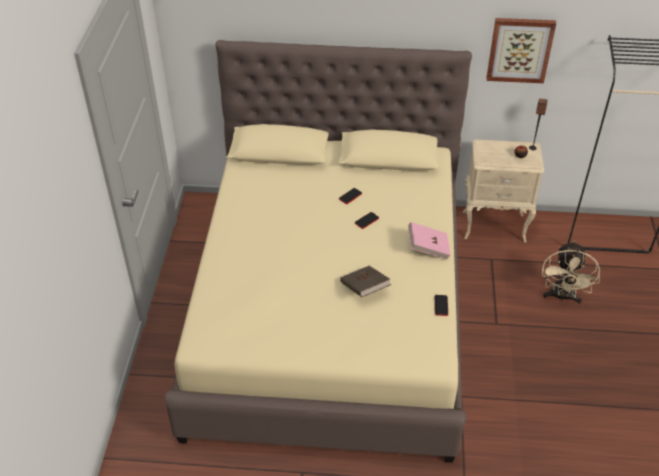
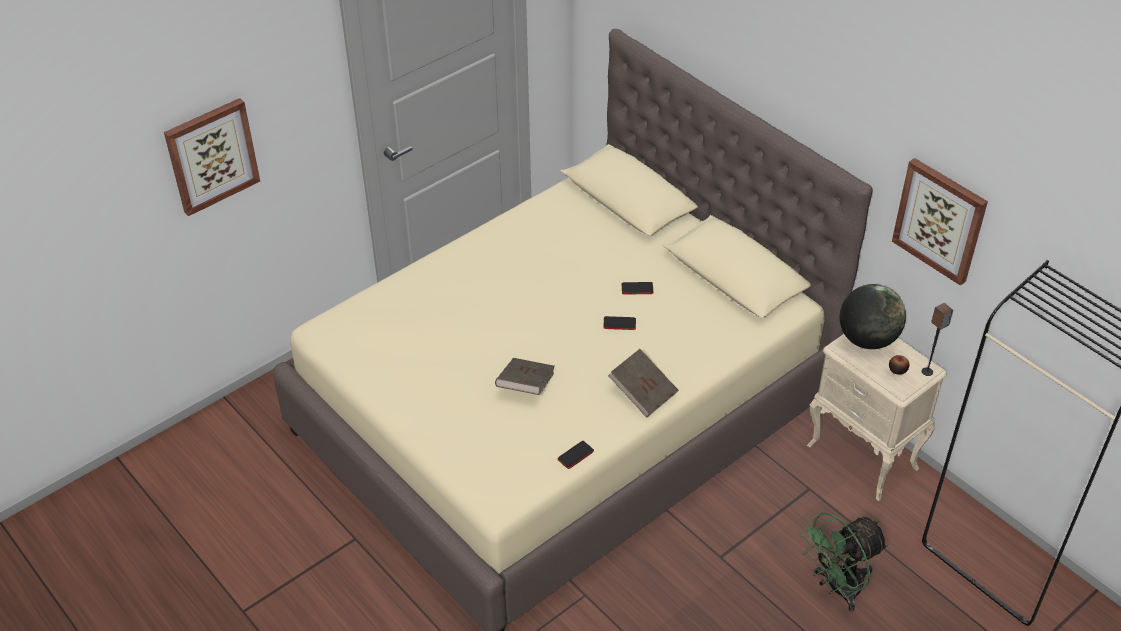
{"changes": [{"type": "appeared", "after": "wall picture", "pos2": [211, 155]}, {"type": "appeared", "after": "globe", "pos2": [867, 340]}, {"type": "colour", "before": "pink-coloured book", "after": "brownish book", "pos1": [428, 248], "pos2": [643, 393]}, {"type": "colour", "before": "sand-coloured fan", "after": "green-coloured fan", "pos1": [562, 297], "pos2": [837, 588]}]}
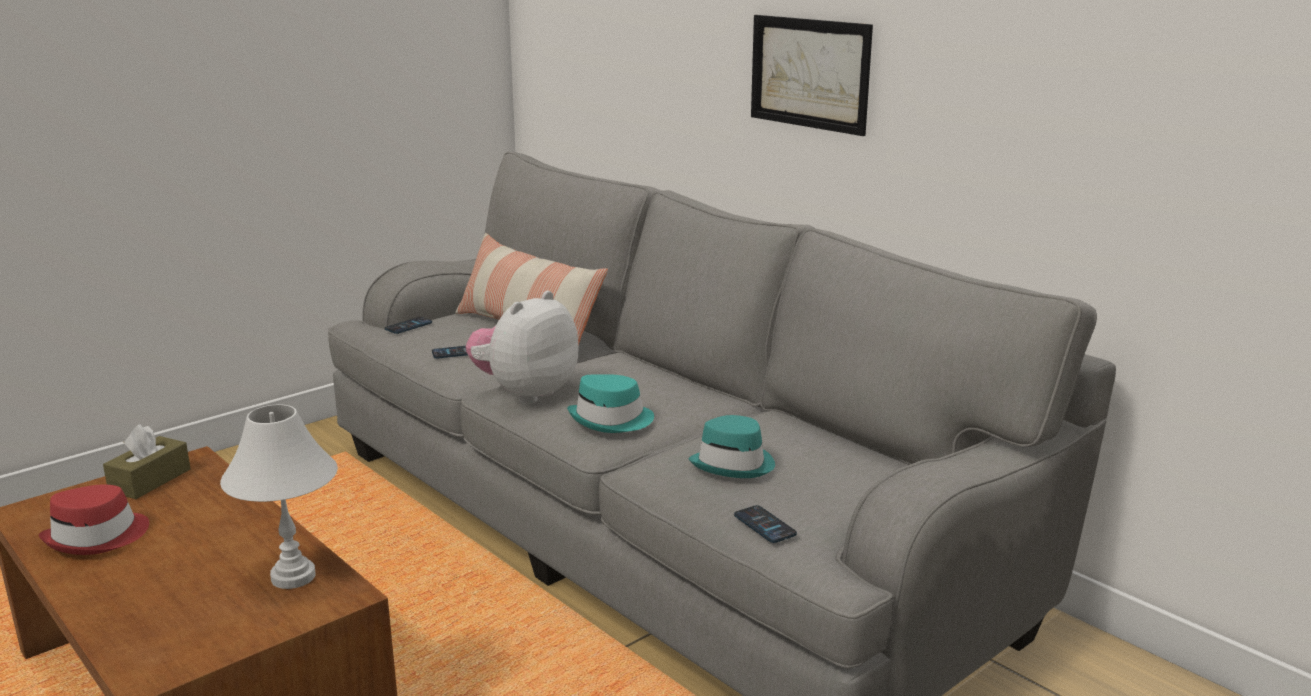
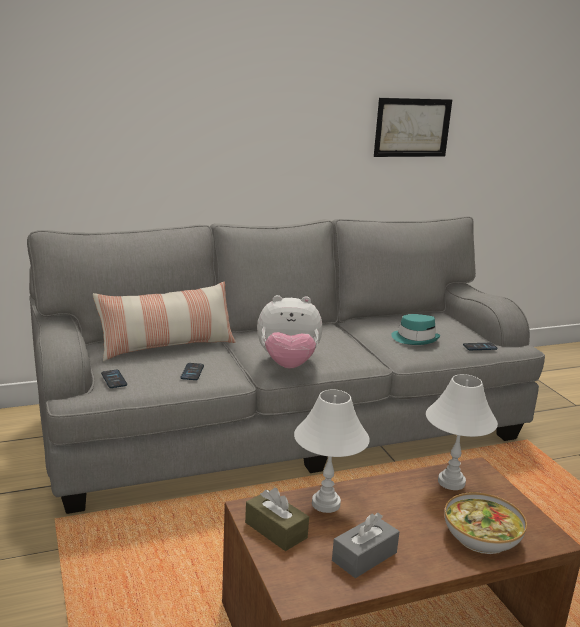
{"changes": [{"type": "missing", "before": "turquoise hat", "pos1": [612, 420]}, {"type": "appeared", "after": "whitish table lamp", "pos2": [325, 504]}, {"type": "appeared", "after": "bowl", "pos2": [482, 537]}, {"type": "relocated", "before": "wall picture", "pos1": [809, 73], "pos2": [412, 127]}, {"type": "exchanged", "before": "reddish hat", "after": "grey tissue box", "pos1": [98, 537], "pos2": [364, 556]}, {"type": "spun", "before": "soft toy", "pos1": [525, 393], "pos2": [288, 364], "turn": -60}]}
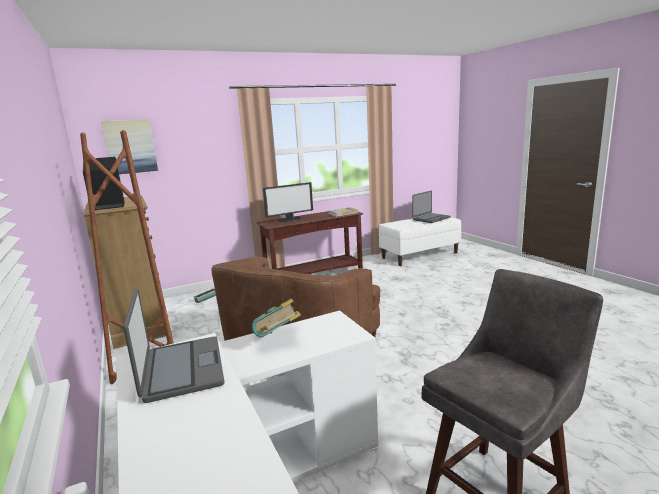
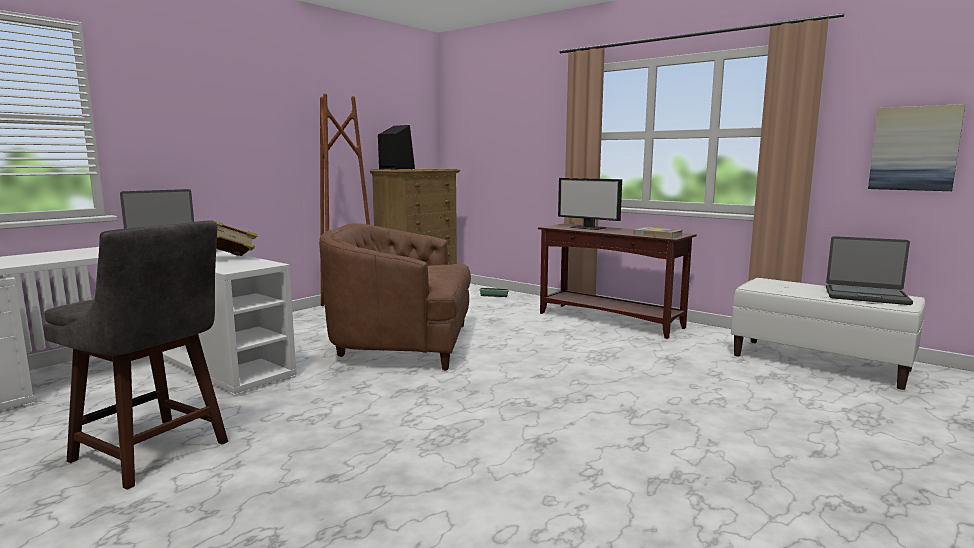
{"changes": [{"type": "relocated", "before": "wall picture", "pos1": [130, 146], "pos2": [914, 148]}]}
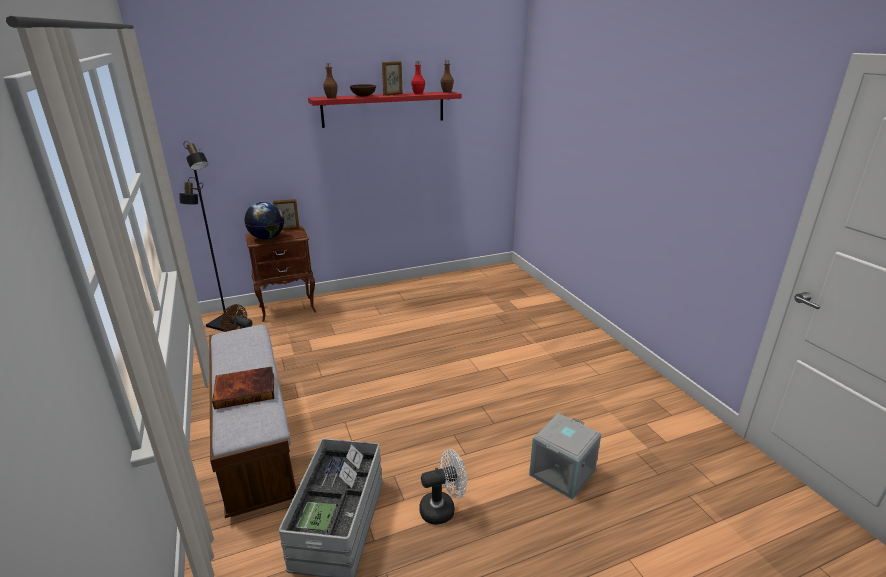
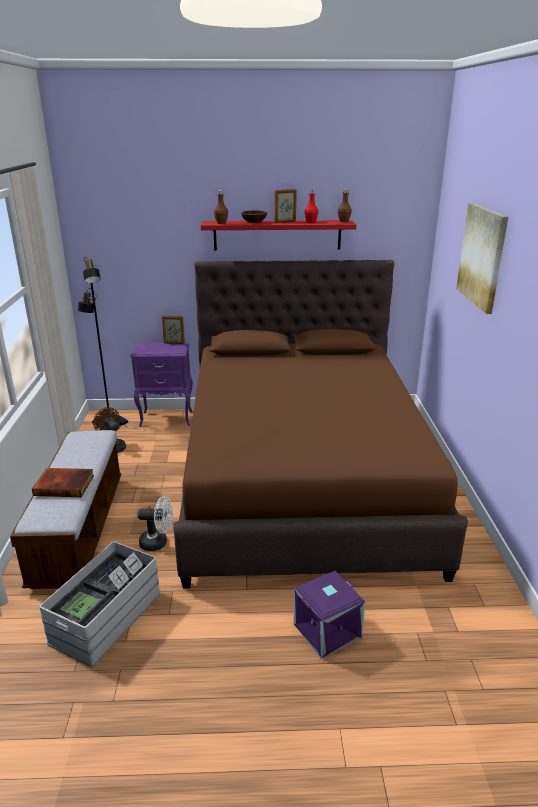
{"changes": [{"type": "missing", "before": "globe", "pos1": [267, 238]}, {"type": "appeared", "after": "brownish sleeping bed", "pos2": [302, 477]}, {"type": "appeared", "after": "wall picture", "pos2": [482, 256]}, {"type": "relocated", "before": "whitish fan", "pos1": [443, 508], "pos2": [158, 543]}, {"type": "colour", "before": "brownish bedside table", "after": "purple bedside table", "pos1": [288, 309], "pos2": [166, 418]}, {"type": "colour", "before": "grey storage bin", "after": "purple storage bin", "pos1": [563, 473], "pos2": [327, 632]}]}
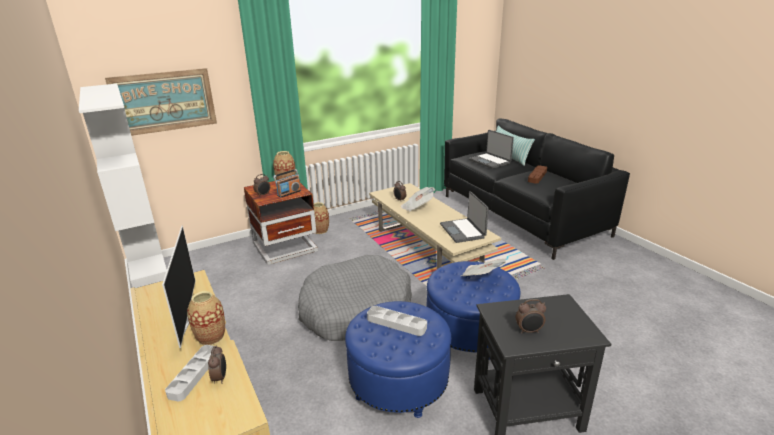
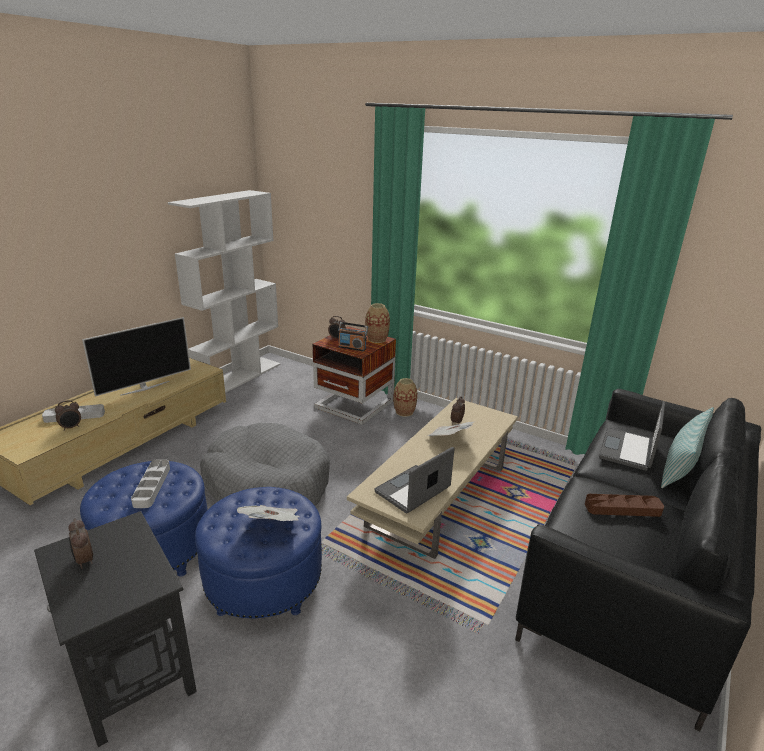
{"changes": [{"type": "missing", "before": "wall picture", "pos1": [164, 101]}, {"type": "missing", "before": "vase", "pos1": [211, 337]}]}
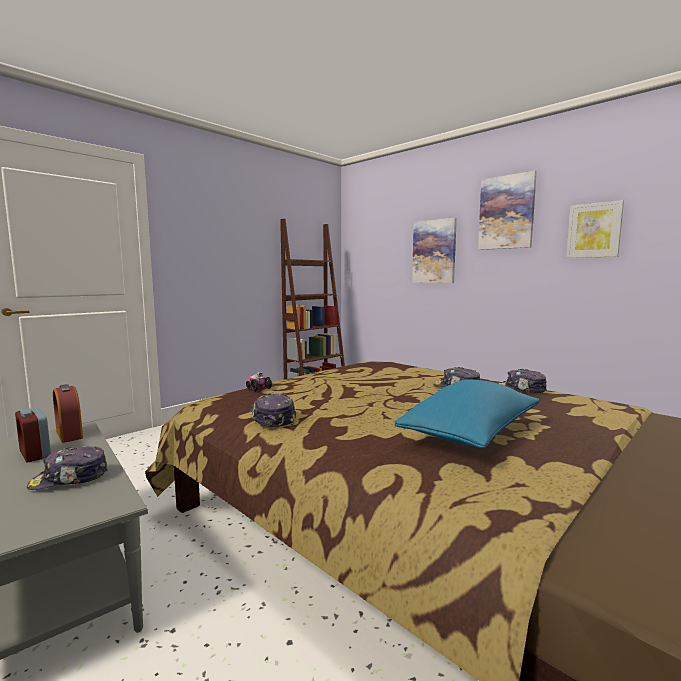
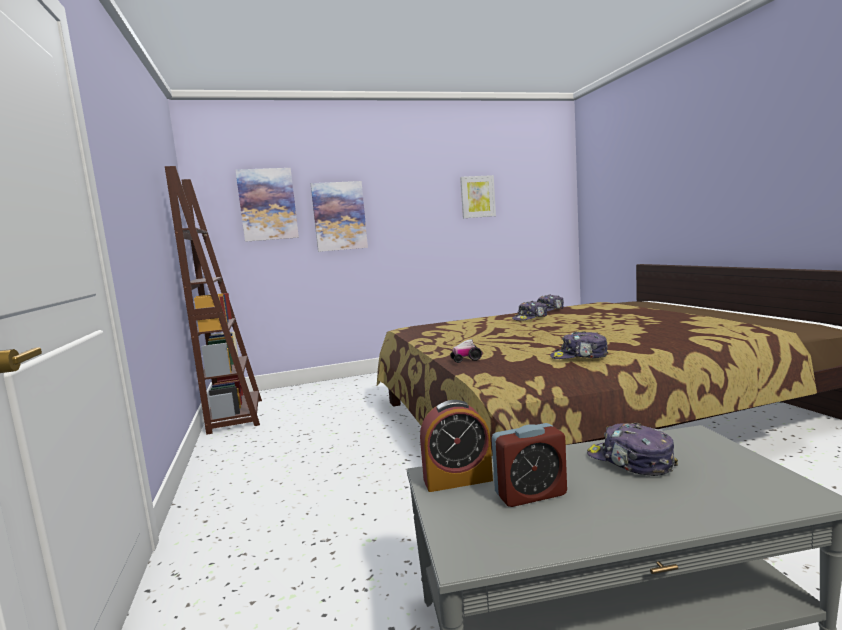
{"changes": [{"type": "missing", "before": "blue-coloured cushion", "pos1": [471, 434]}, {"type": "relocated", "before": "wall picture", "pos1": [506, 212], "pos2": [267, 204]}, {"type": "spun", "before": "baseball cap", "pos1": [69, 479], "pos2": [630, 461], "turn": 135}]}
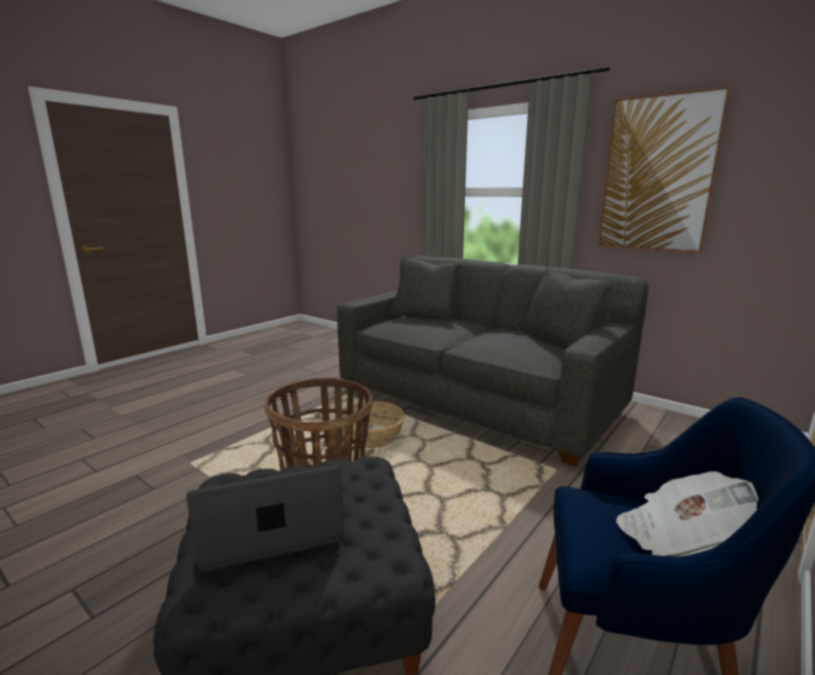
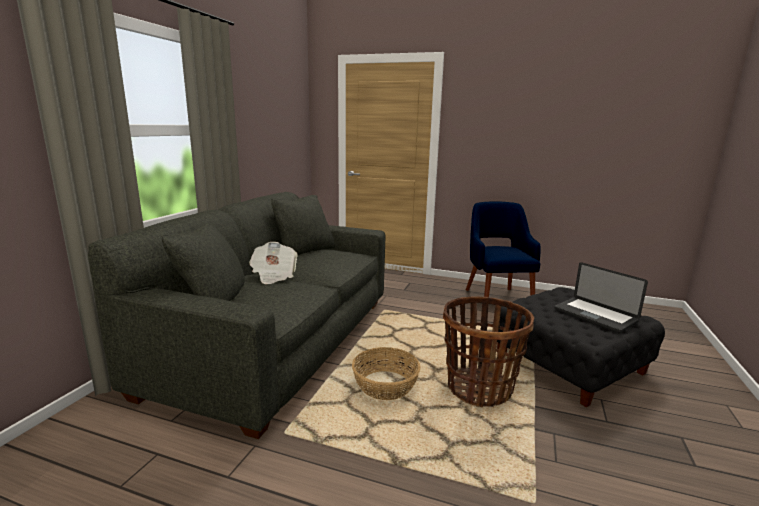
{"changes": [{"type": "missing", "before": "wall picture", "pos1": [658, 175]}, {"type": "relocated", "before": "daily paper", "pos1": [679, 538], "pos2": [274, 275]}]}
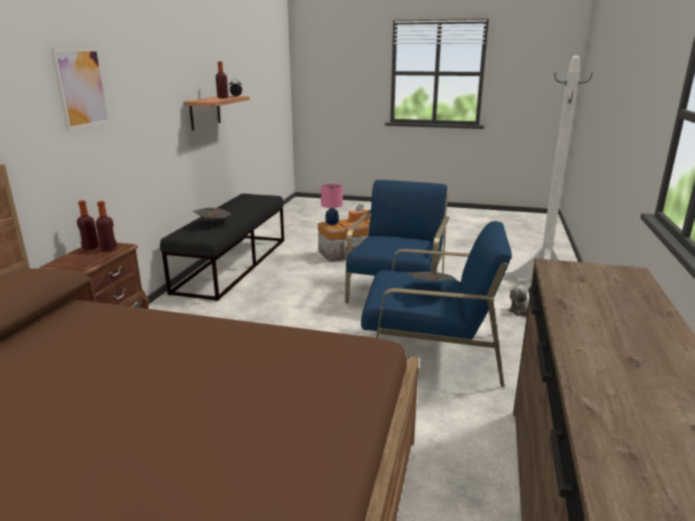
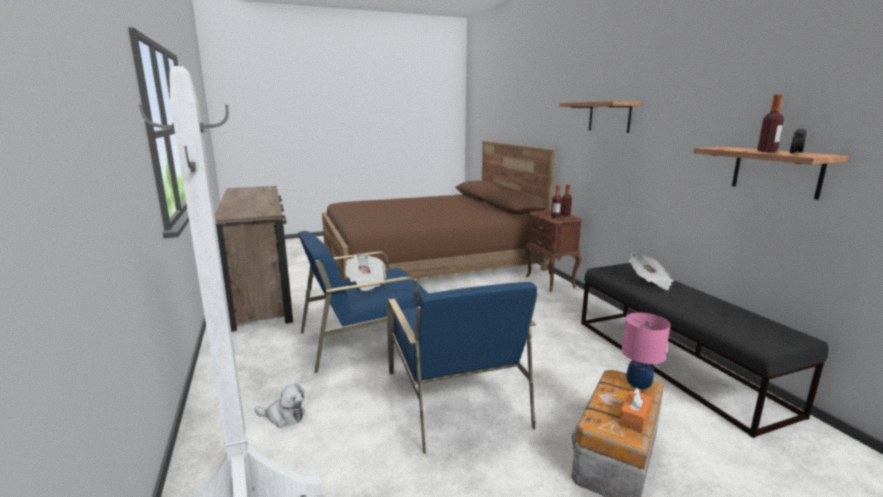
{"changes": [{"type": "exchanged", "before": "wall picture", "after": "wall shelf", "pos1": [82, 88], "pos2": [609, 117]}]}
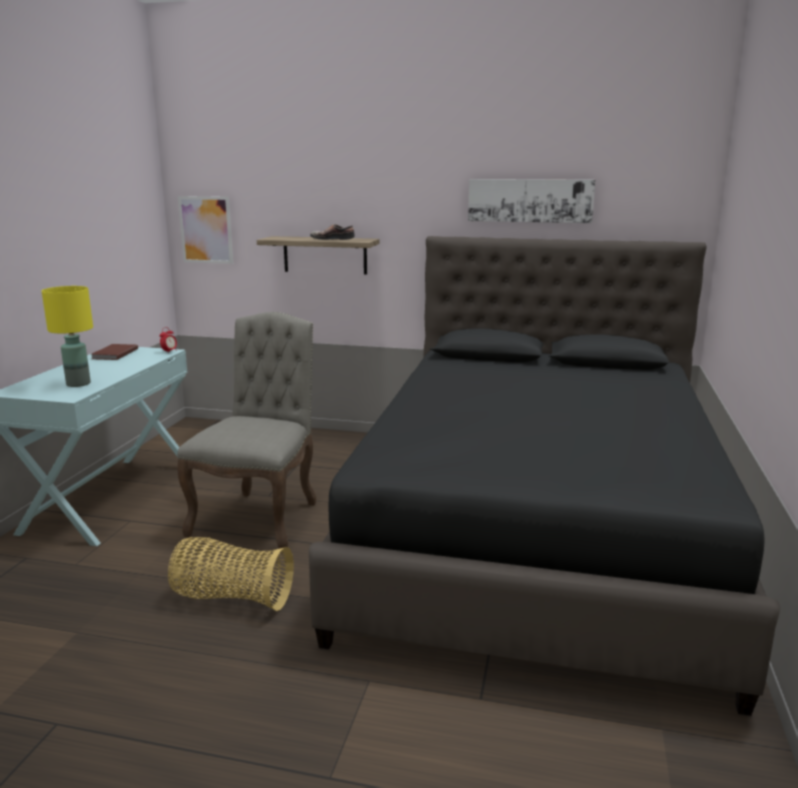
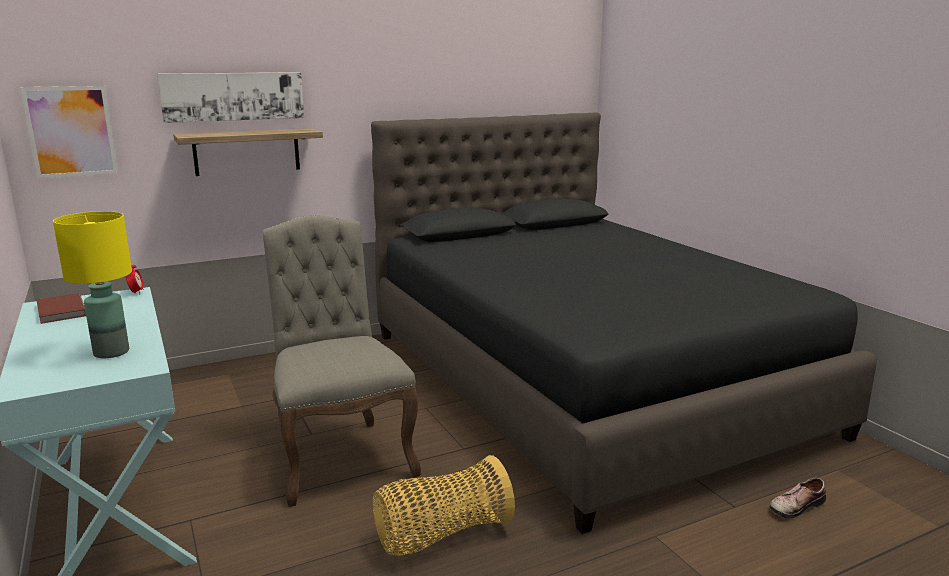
{"changes": [{"type": "relocated", "before": "low shoe", "pos1": [333, 239], "pos2": [795, 505]}, {"type": "relocated", "before": "wall picture", "pos1": [530, 200], "pos2": [233, 96]}]}
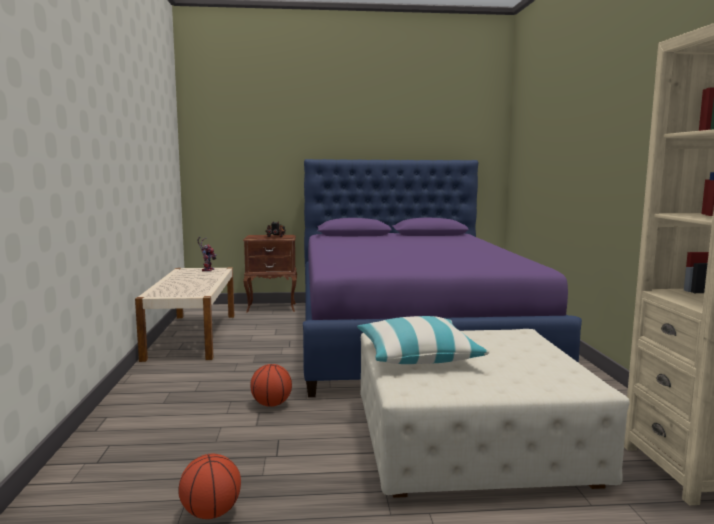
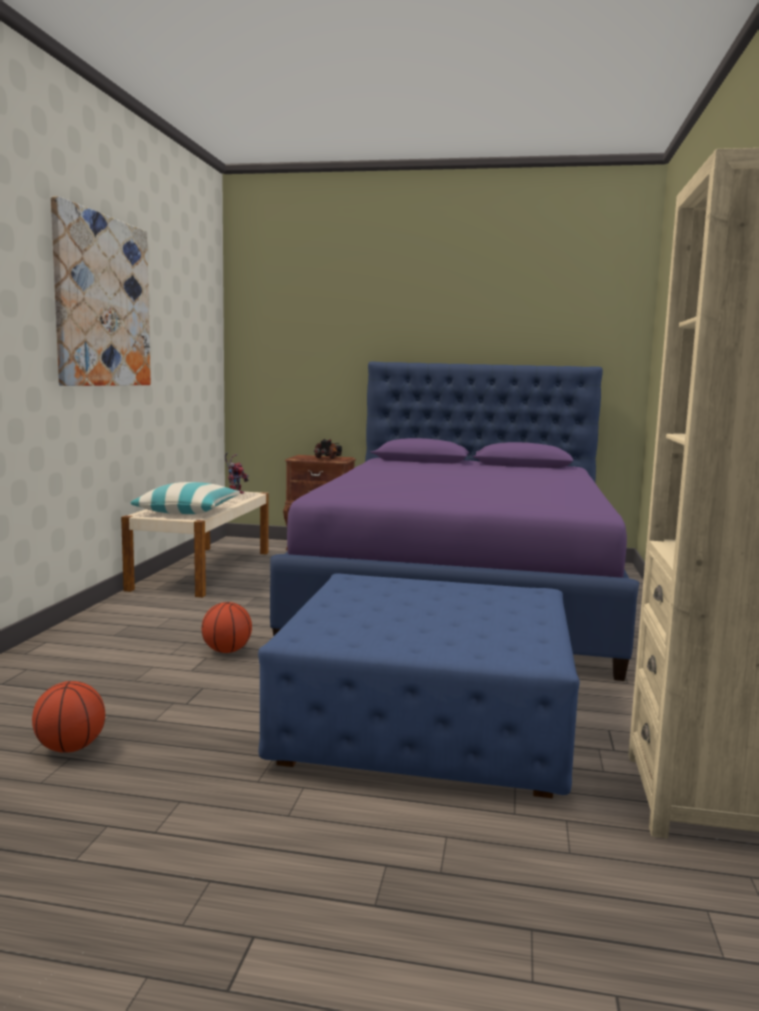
{"changes": [{"type": "appeared", "after": "wall picture", "pos2": [103, 302]}, {"type": "relocated", "before": "cushion", "pos1": [417, 355], "pos2": [187, 511]}, {"type": "colour", "before": "sand-coloured footrest", "after": "blue-coloured footrest", "pos1": [471, 440], "pos2": [428, 720]}]}
